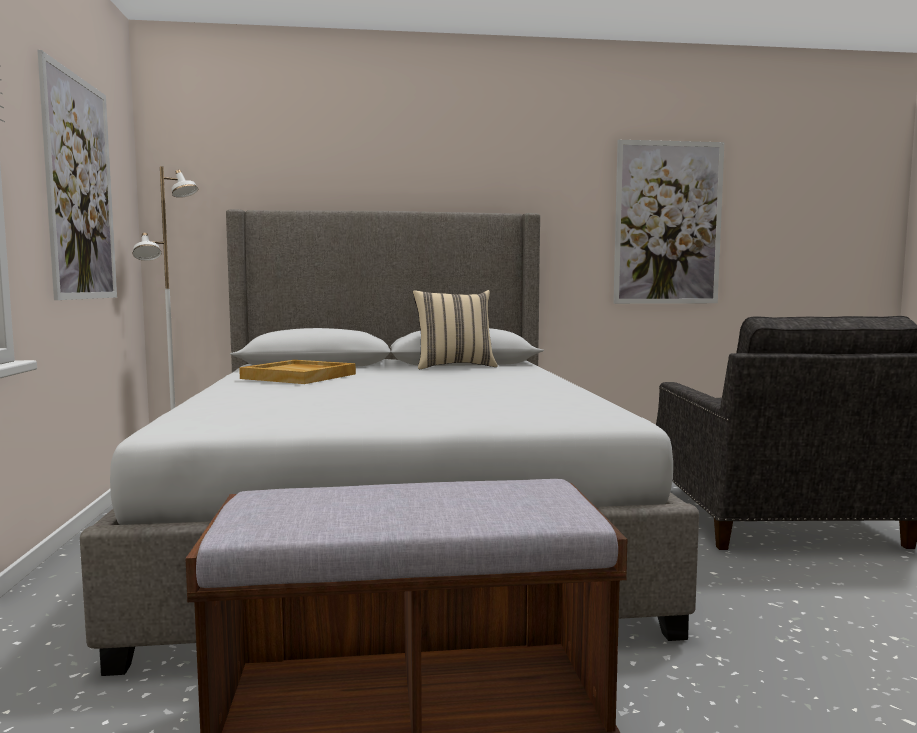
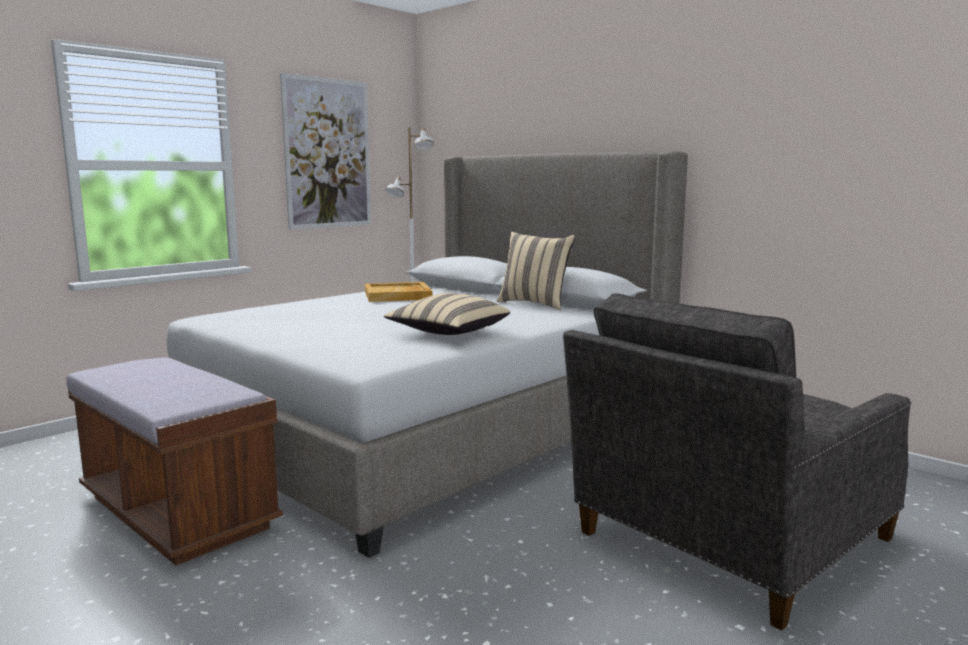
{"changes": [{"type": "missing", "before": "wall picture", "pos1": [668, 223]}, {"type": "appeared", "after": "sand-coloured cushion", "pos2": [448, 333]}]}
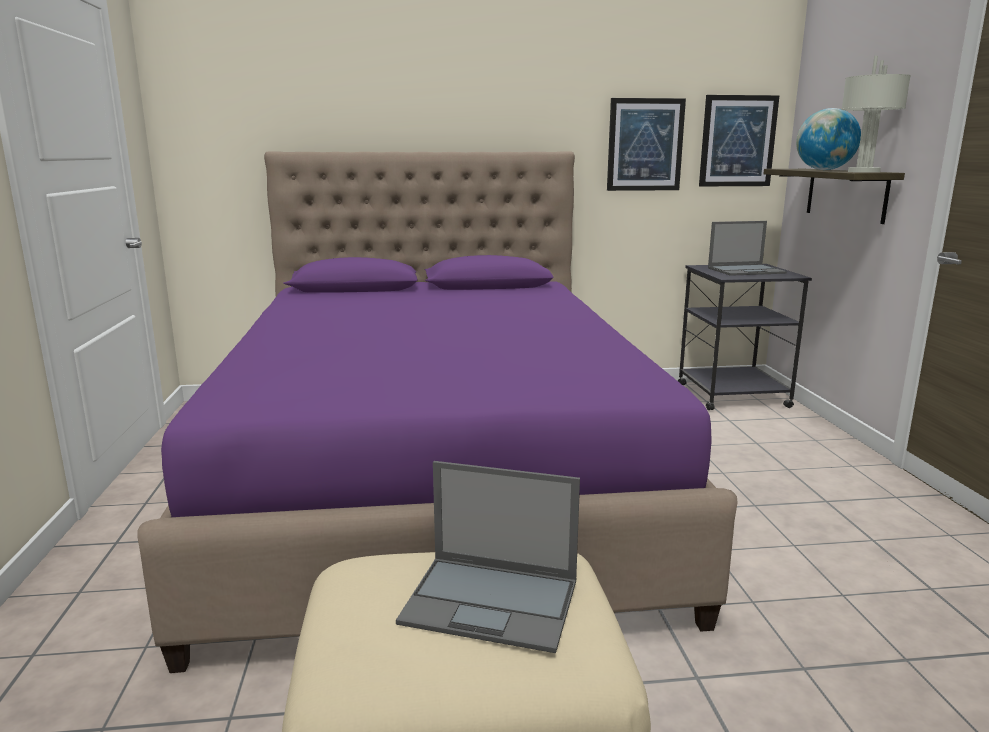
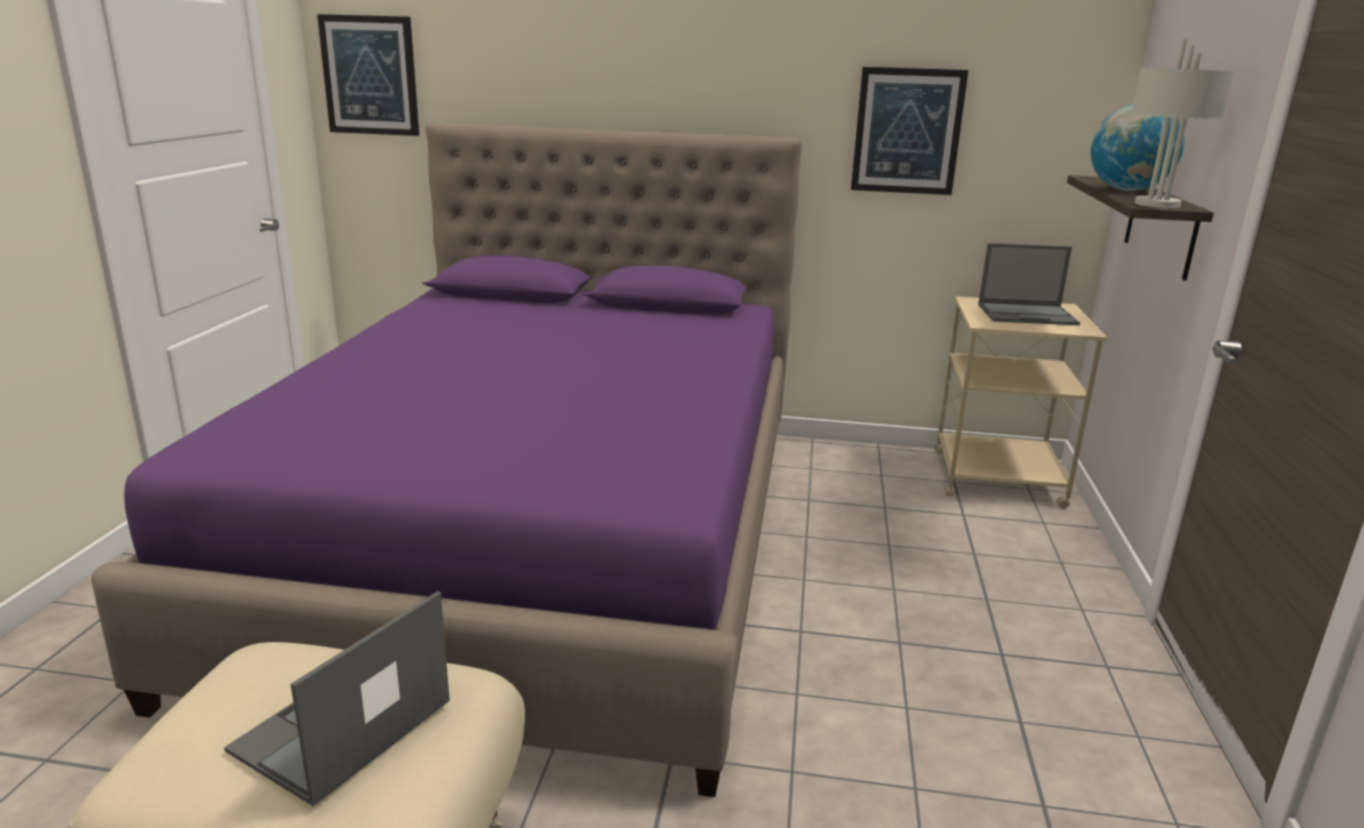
{"changes": [{"type": "relocated", "before": "wall picture", "pos1": [737, 141], "pos2": [370, 75]}, {"type": "colour", "before": "black wheeled cart", "after": "sand-coloured wheeled cart", "pos1": [734, 395], "pos2": [999, 478]}, {"type": "spun", "before": "portable computer", "pos1": [493, 602], "pos2": [341, 728], "turn": 90}]}
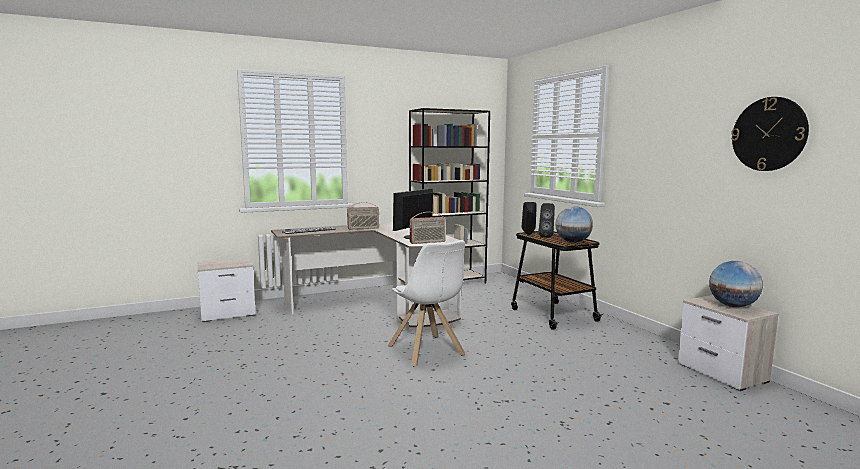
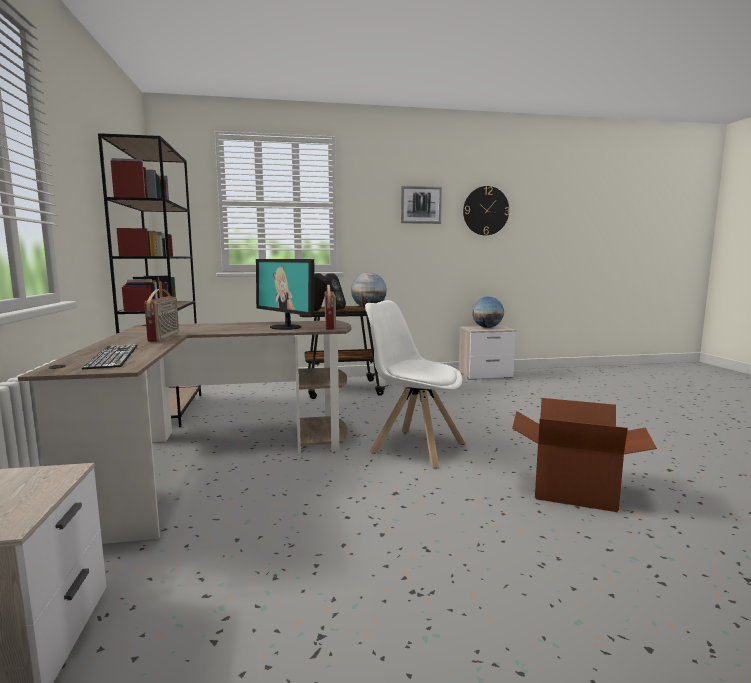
{"changes": [{"type": "appeared", "after": "wall picture", "pos2": [421, 205]}, {"type": "appeared", "after": "carton", "pos2": [574, 490]}, {"type": "spun", "before": "whitish chair", "pos1": [427, 351], "pos2": [414, 447], "turn": -135}]}
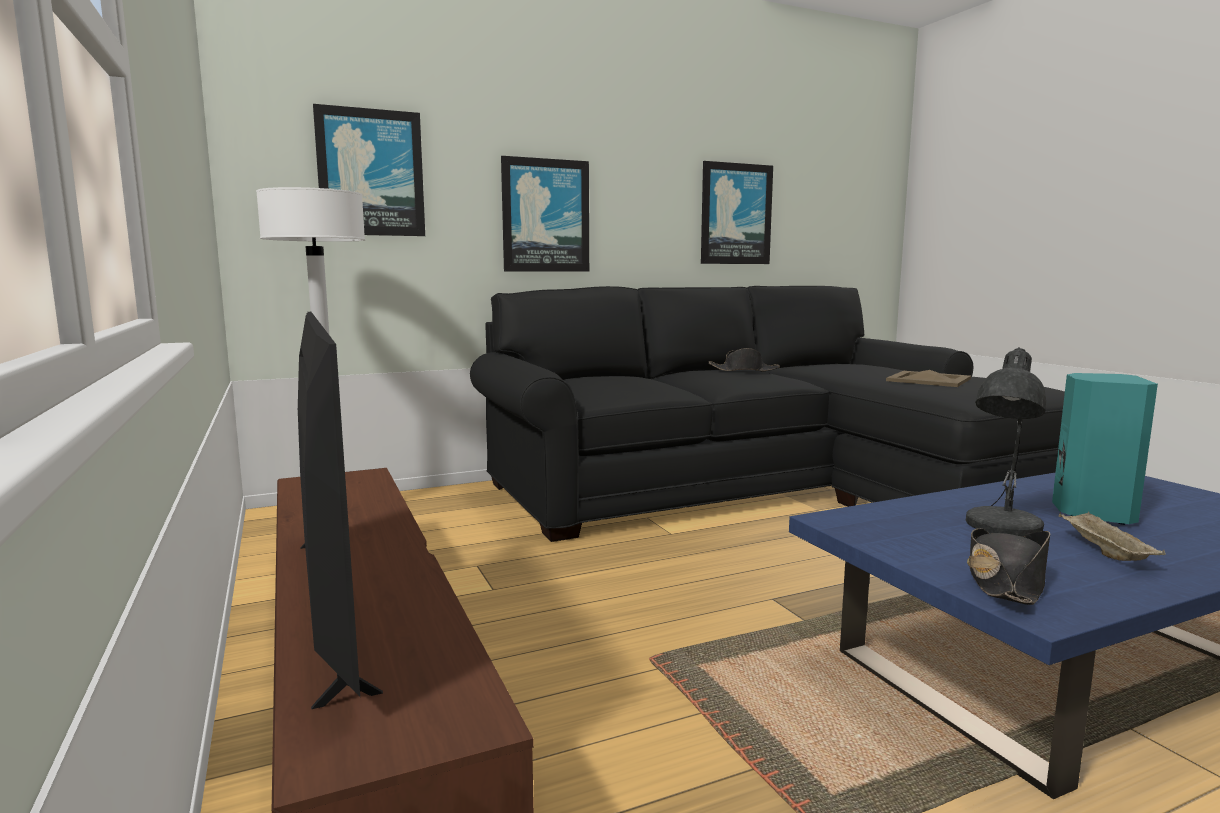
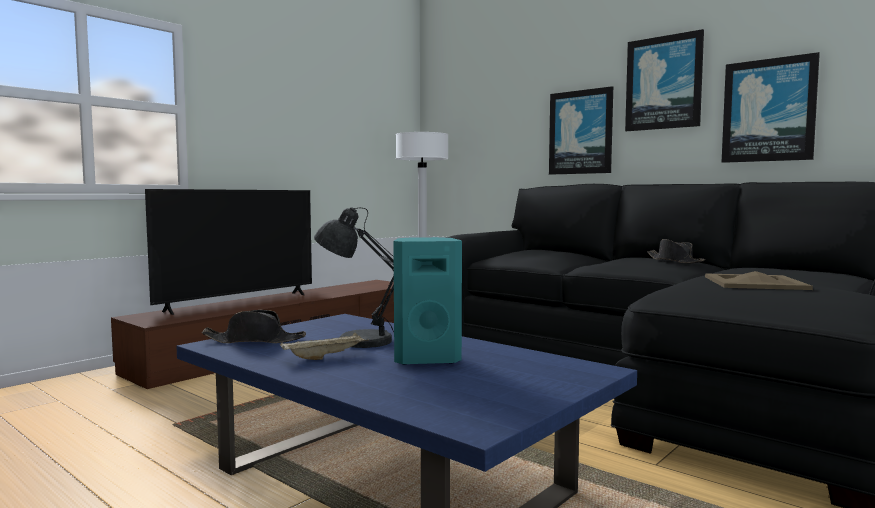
{"changes": [{"type": "relocated", "before": "wall picture", "pos1": [371, 173], "pos2": [663, 83]}]}
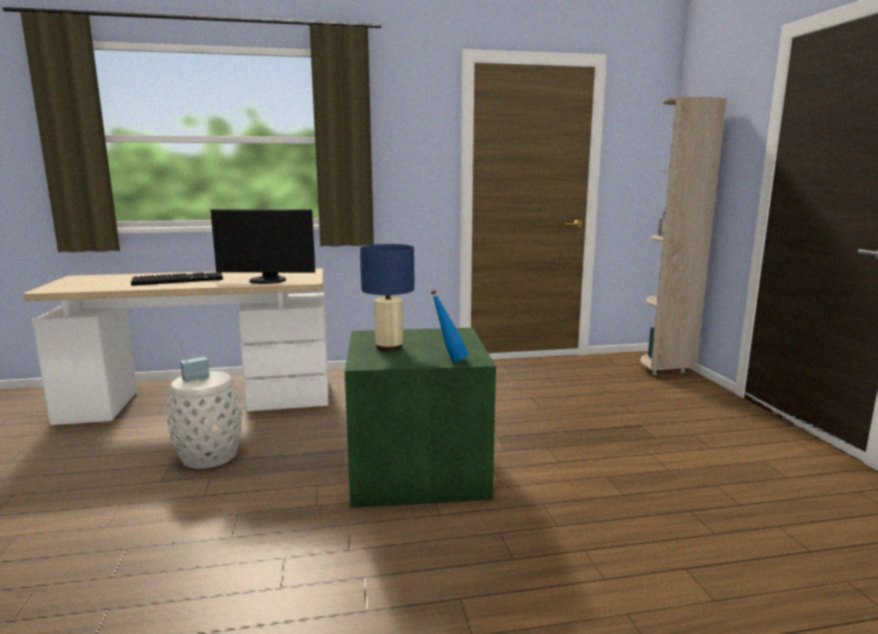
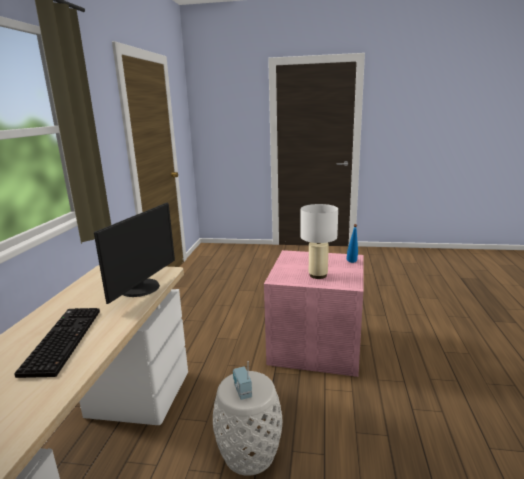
{"changes": [{"type": "missing", "before": "sand-coloured shelving unit", "pos1": [662, 368]}, {"type": "colour", "before": "green-coloured storage bin", "after": "pink-coloured storage bin", "pos1": [419, 467], "pos2": [315, 343]}, {"type": "colour", "before": "blue-coloured table lamp", "after": "whitish table lamp", "pos1": [389, 347], "pos2": [317, 275]}]}
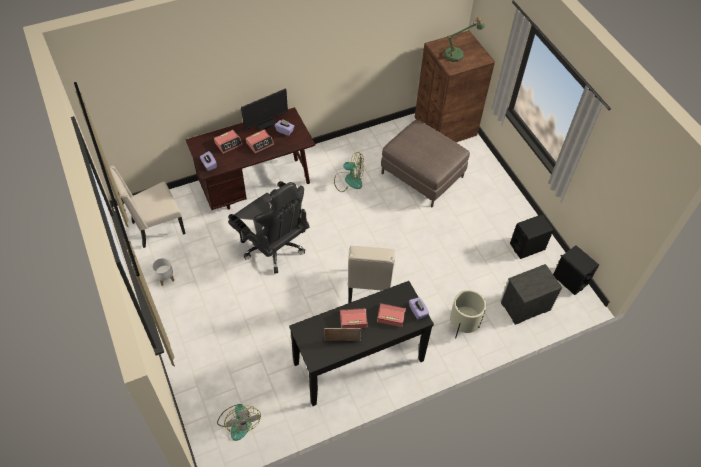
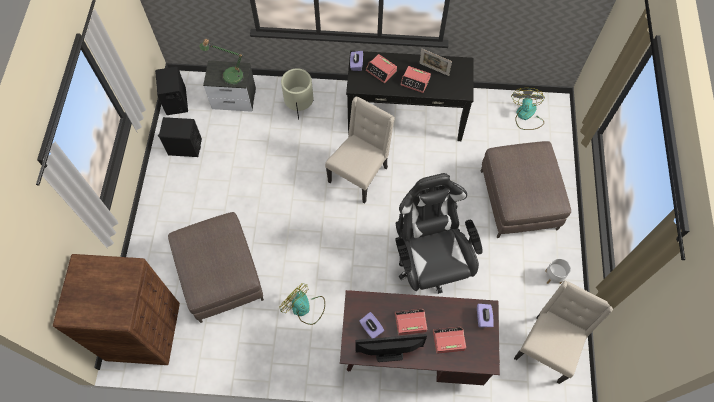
{"changes": [{"type": "appeared", "after": "brownish footrest", "pos2": [518, 199]}, {"type": "relocated", "before": "table lamp", "pos1": [457, 55], "pos2": [229, 75]}, {"type": "spun", "before": "sand-coloured chair", "pos1": [157, 228], "pos2": [547, 347], "turn": -60}]}
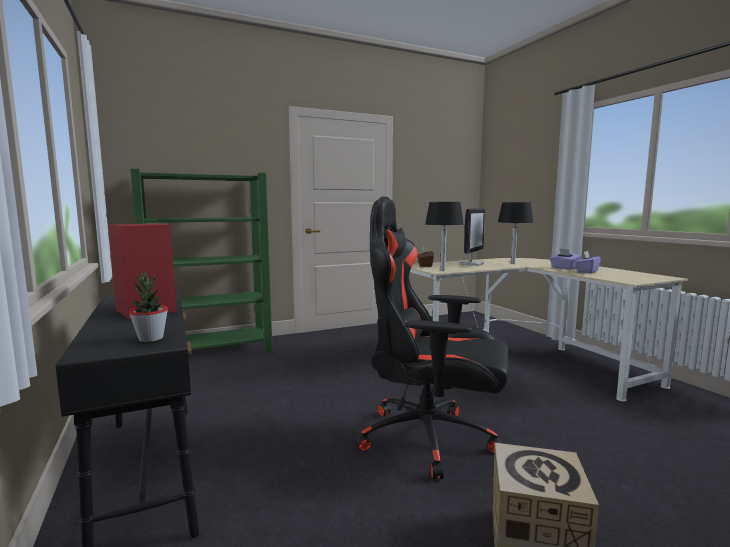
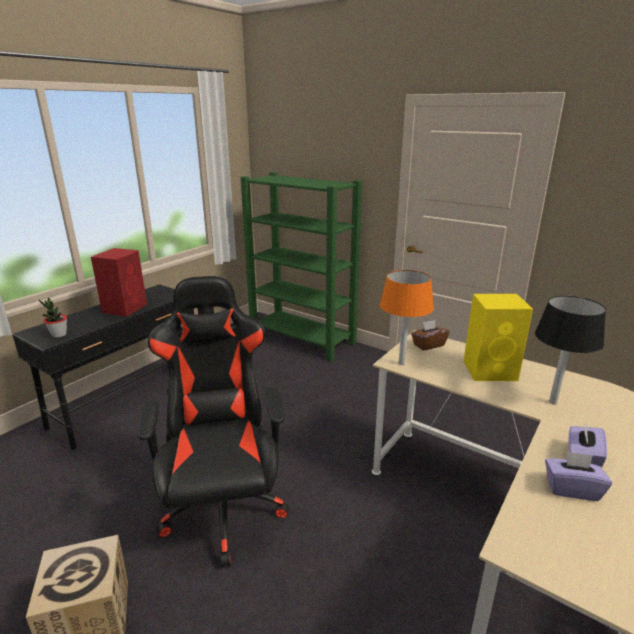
{"changes": [{"type": "exchanged", "before": "monitor", "after": "yellow speaker", "pos1": [471, 264], "pos2": [491, 371]}, {"type": "colour", "before": "black table lamp", "after": "orangey table lamp", "pos1": [443, 270], "pos2": [401, 363]}]}
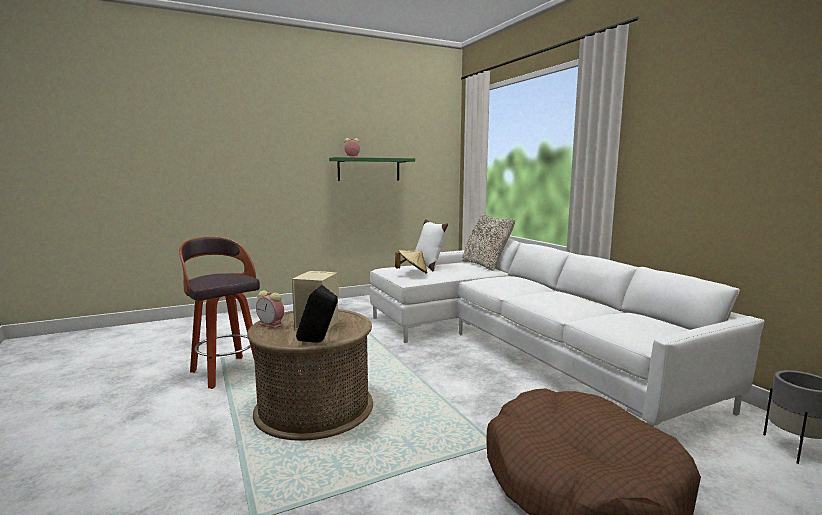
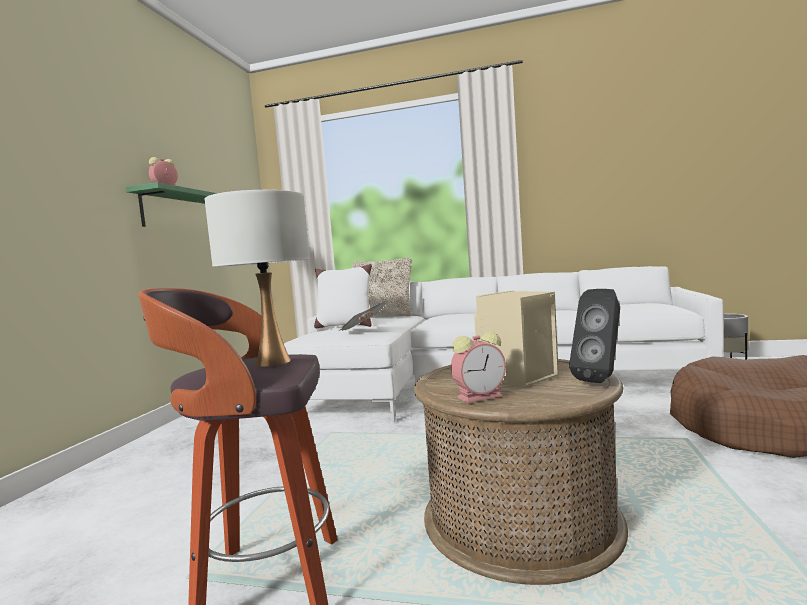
{"changes": [{"type": "appeared", "after": "whitish table lamp", "pos2": [273, 362]}, {"type": "exchanged", "before": "sand-coloured hat", "after": "daily paper", "pos1": [412, 273], "pos2": [363, 330]}]}
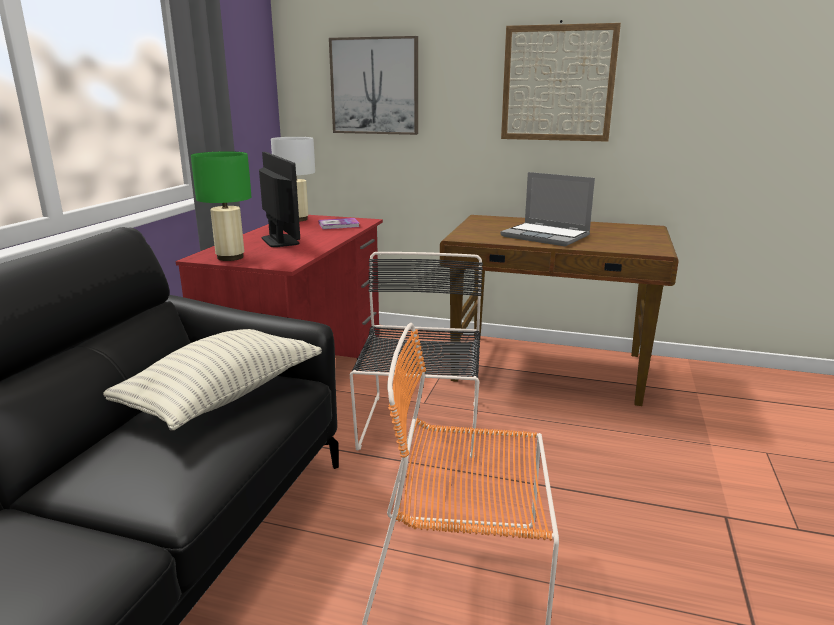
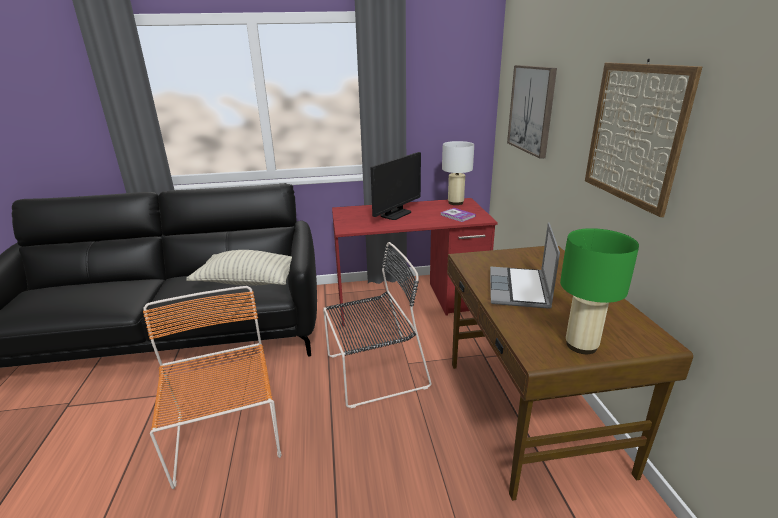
{"changes": [{"type": "relocated", "before": "green-coloured table lamp", "pos1": [230, 257], "pos2": [582, 345]}]}
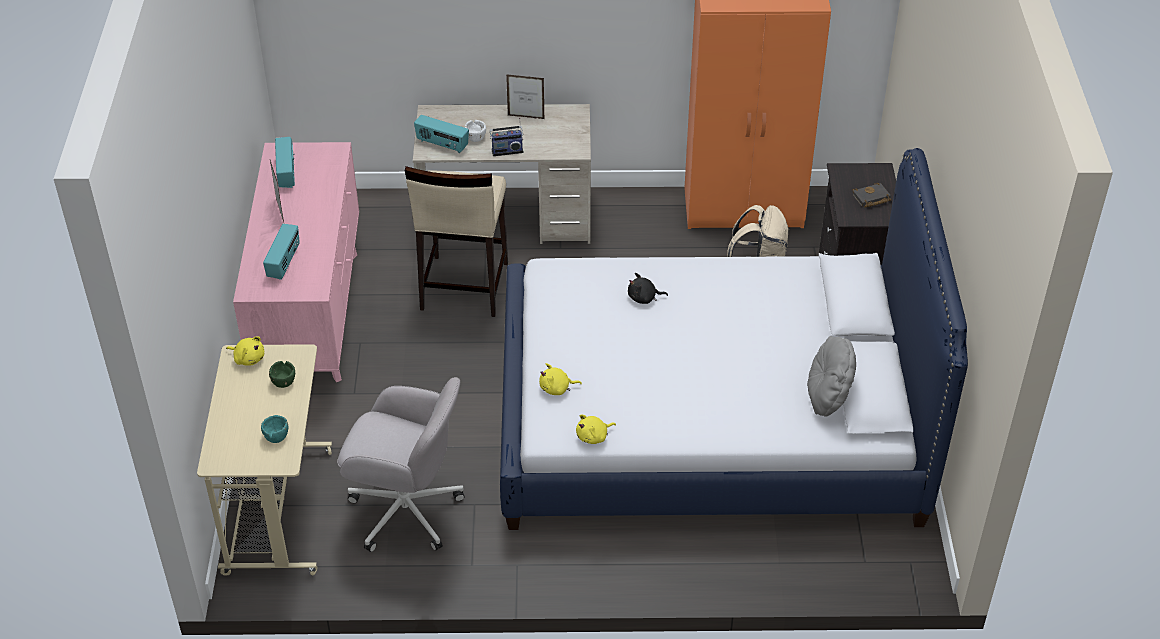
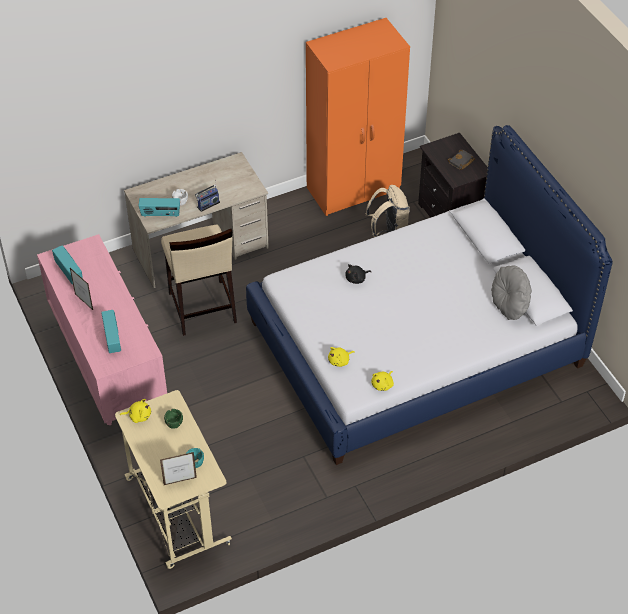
{"changes": [{"type": "missing", "before": "grey office chair", "pos1": [407, 513]}, {"type": "relocated", "before": "picture frame", "pos1": [526, 117], "pos2": [180, 481]}]}
